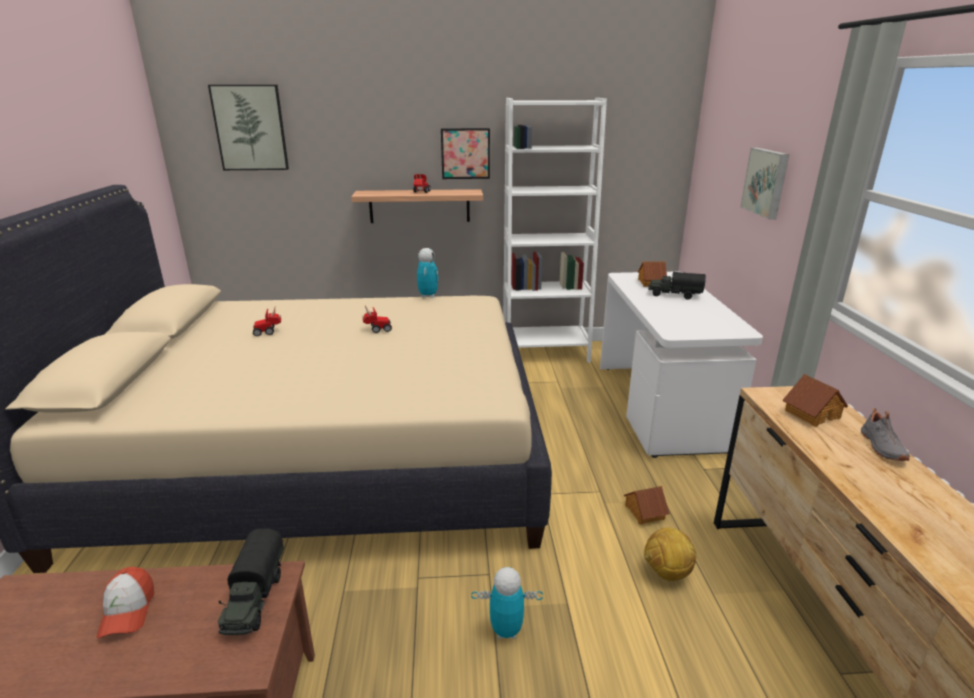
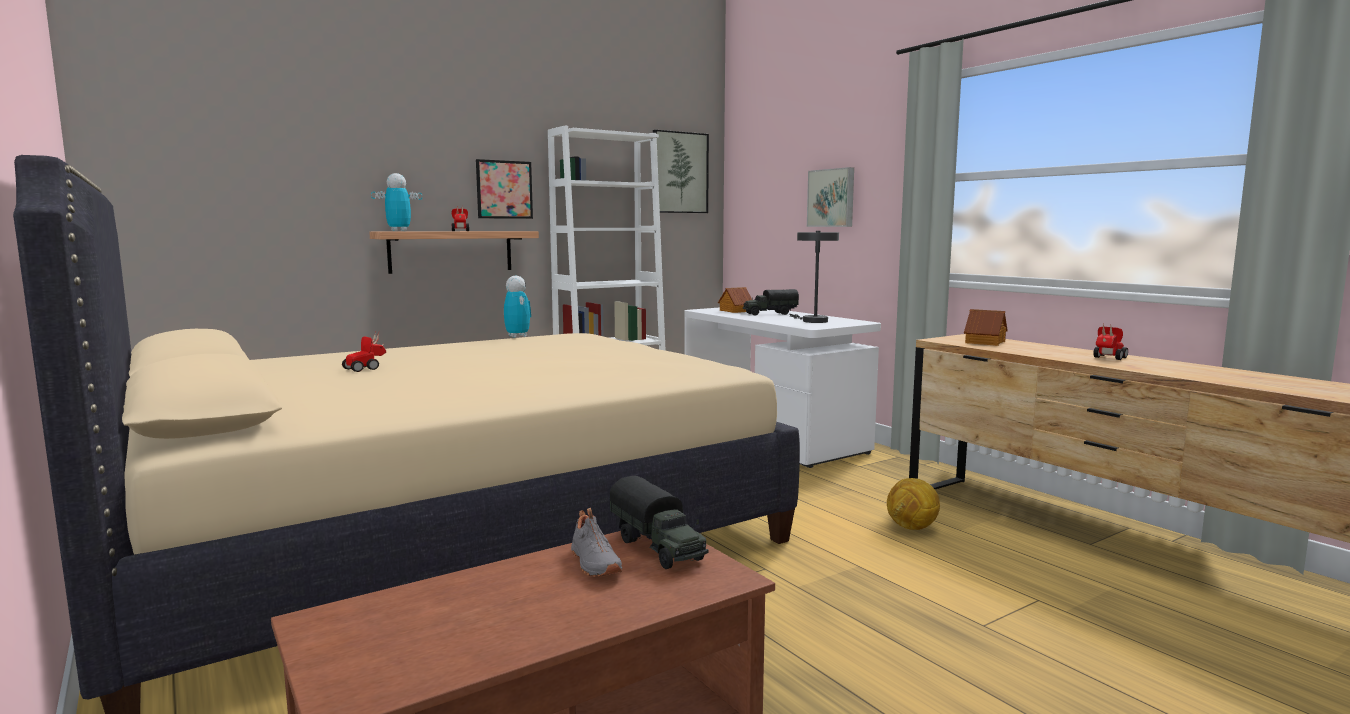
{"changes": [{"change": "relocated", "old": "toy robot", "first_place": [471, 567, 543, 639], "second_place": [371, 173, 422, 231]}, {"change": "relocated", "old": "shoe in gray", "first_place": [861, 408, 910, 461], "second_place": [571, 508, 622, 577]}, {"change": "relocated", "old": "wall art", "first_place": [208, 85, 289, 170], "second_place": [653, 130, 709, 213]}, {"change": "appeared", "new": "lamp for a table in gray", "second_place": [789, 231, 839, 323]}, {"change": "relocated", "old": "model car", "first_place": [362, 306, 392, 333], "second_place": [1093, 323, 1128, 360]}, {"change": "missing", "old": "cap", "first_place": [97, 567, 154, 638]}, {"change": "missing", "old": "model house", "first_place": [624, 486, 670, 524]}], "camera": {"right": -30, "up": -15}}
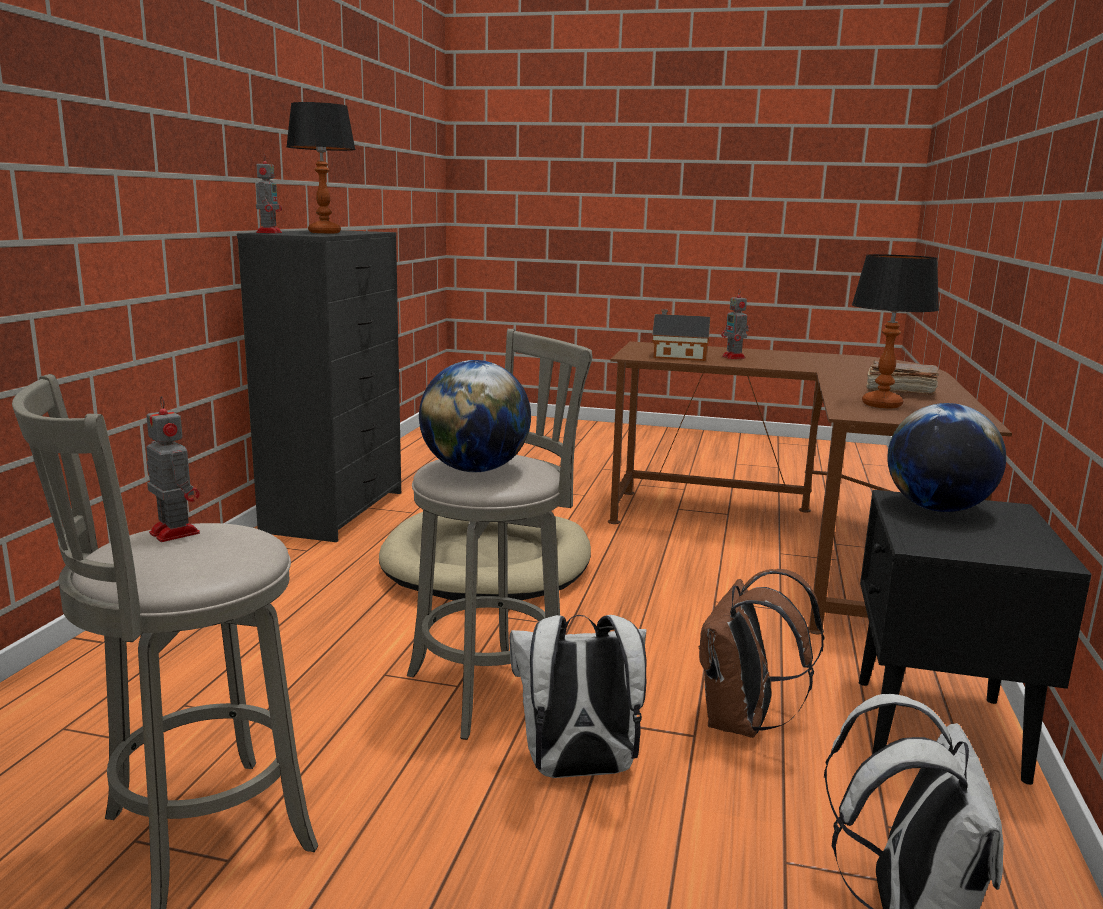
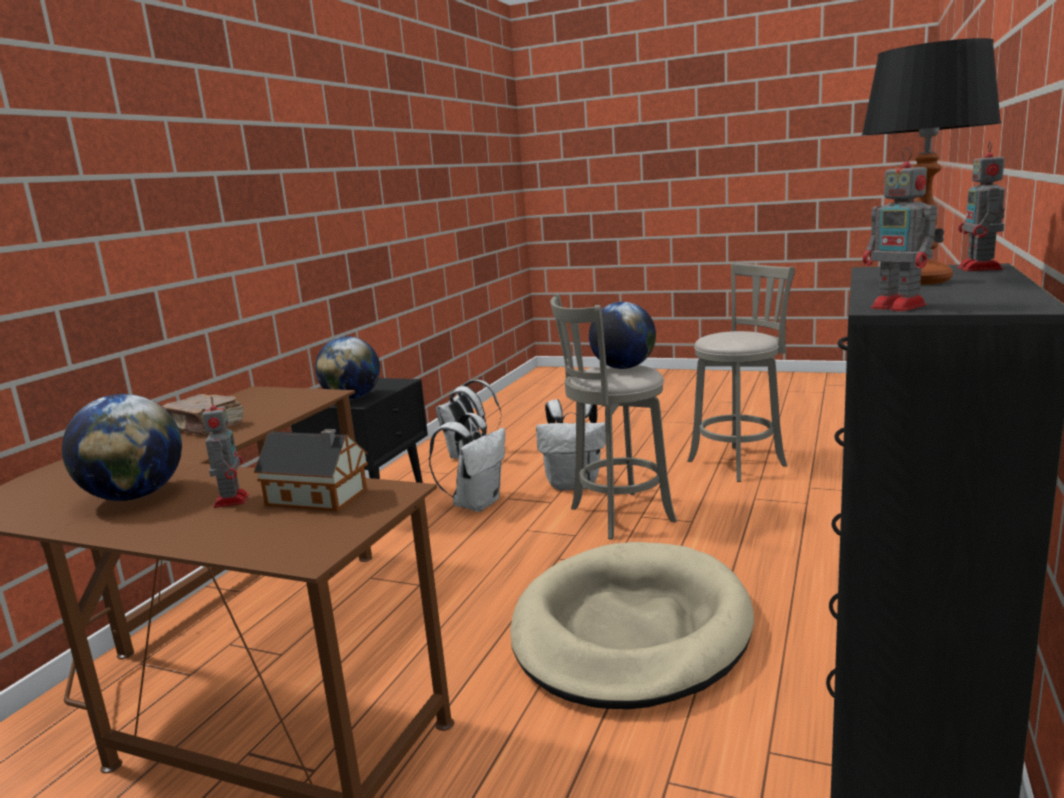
{"changes": [{"change": "appeared", "new": "globe", "second_place": [62, 394, 182, 501]}, {"change": "colour", "old": "backpack in brown", "new": "backpack in whitish", "first_place": [699, 569, 824, 738], "second_place": [429, 413, 505, 512]}, {"change": "relocated", "old": "toy robot", "first_place": [146, 396, 200, 542], "second_place": [863, 147, 944, 312]}, {"change": "missing", "old": "lamp for a table", "first_place": [852, 254, 939, 408]}], "camera": {"right": -170, "up": 0}}
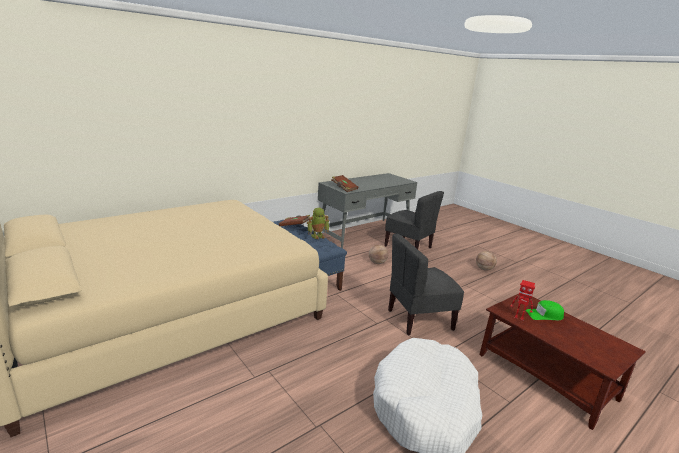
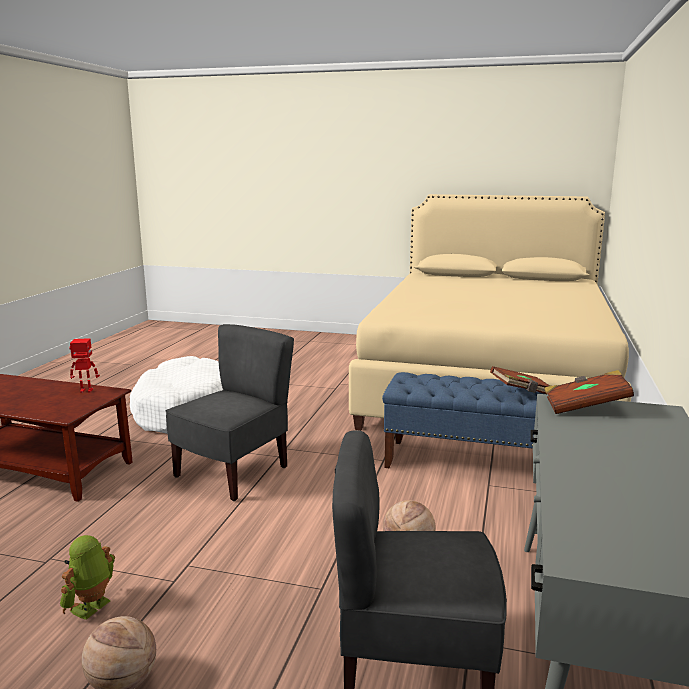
{"changes": [{"change": "relocated", "old": "toy robot", "first_place": [307, 208, 329, 240], "second_place": [60, 535, 115, 620]}, {"change": "missing", "old": "cap in greenish", "first_place": [525, 300, 564, 320]}], "camera": {"right": 145, "up": -5}}
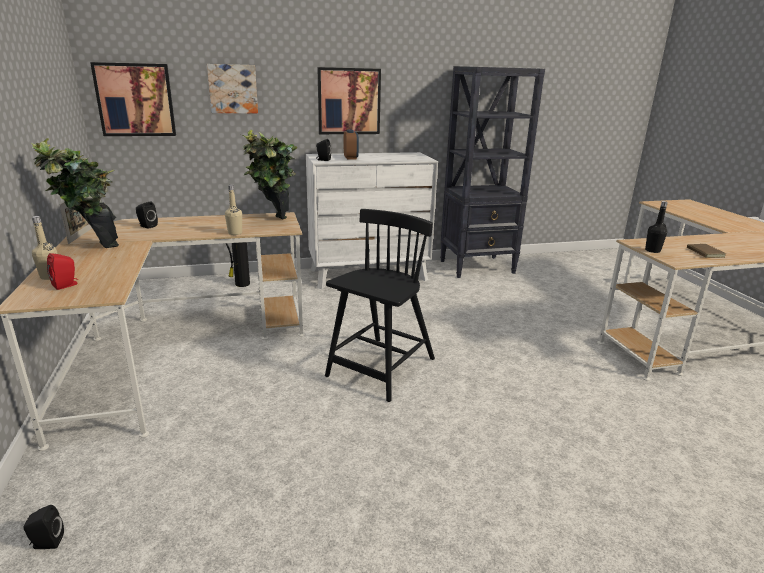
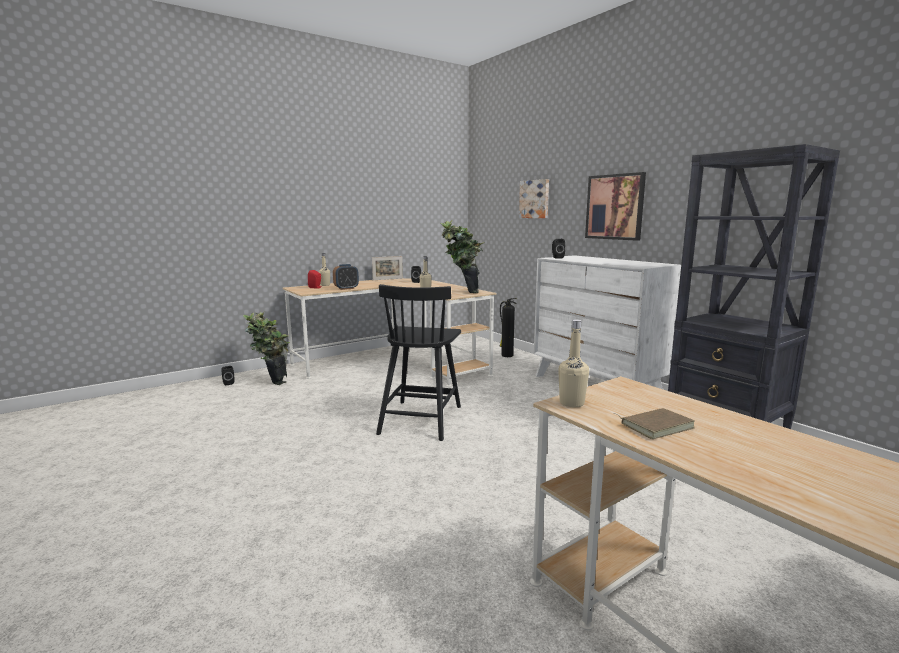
{"changes": [{"change": "relocated", "old": "plant in a pot", "first_place": [31, 138, 119, 248], "second_place": [243, 311, 290, 385]}, {"change": "relocated", "old": "alarm clock", "first_place": [344, 129, 359, 159], "second_place": [333, 264, 359, 290]}, {"change": "spun", "old": "upright chair in blackish", "first_place": [325, 209, 435, 402], "second_place": [376, 284, 461, 441], "degrees": 90}, {"change": "appeared", "new": "drink bottle in beige", "second_place": [558, 319, 589, 407]}, {"change": "missing", "old": "wall art", "first_place": [90, 62, 176, 136]}, {"change": "missing", "old": "drink bottle in blackish", "first_place": [645, 201, 668, 253]}], "camera": {"right": 70, "up": -10}}
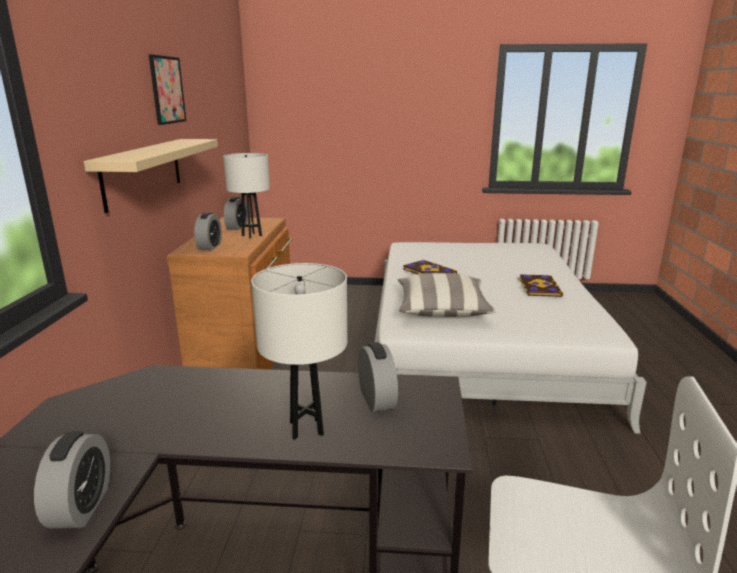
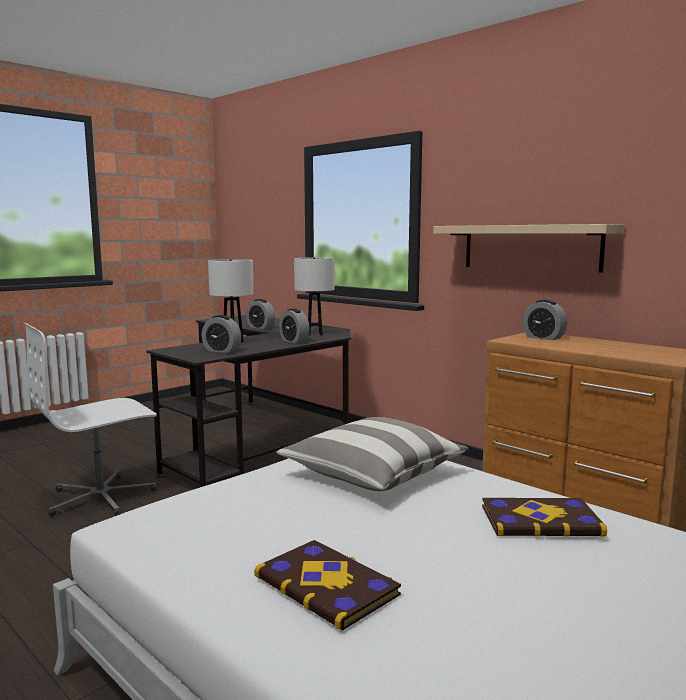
{"changes": [{"change": "relocated", "old": "alarm clock", "first_place": [224, 197, 248, 230], "second_place": [279, 308, 310, 343]}, {"change": "relocated", "old": "lamp for a table in whitish", "first_place": [223, 153, 270, 238], "second_place": [294, 258, 335, 335]}, {"change": "missing", "old": "wall art", "first_place": [149, 54, 186, 125]}], "camera": {"right": 130, "up": -10}}
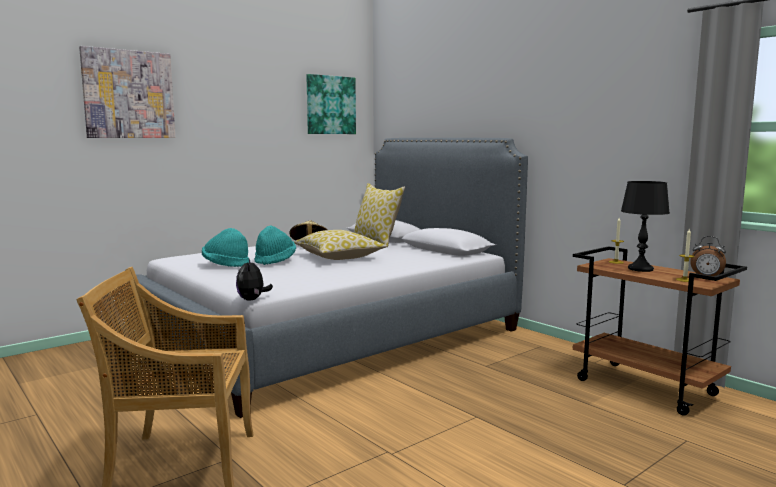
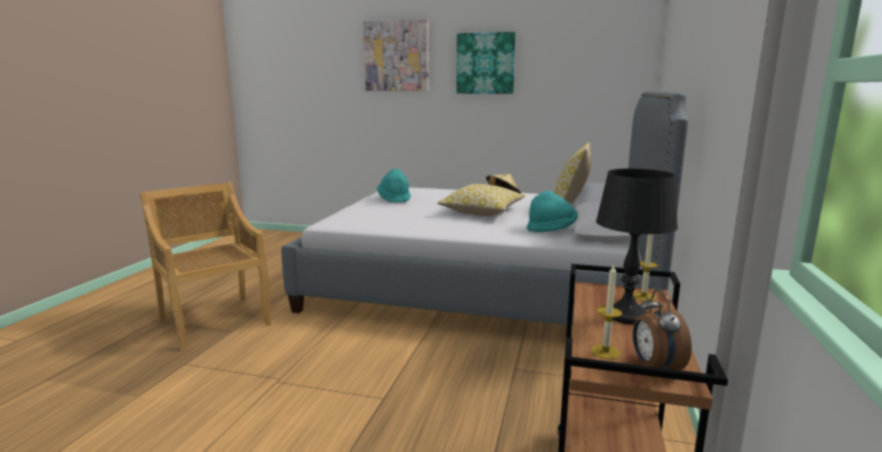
{"changes": [{"change": "relocated", "old": "wall art", "first_place": [306, 74, 356, 134], "second_place": [456, 32, 516, 94]}, {"change": "relocated", "old": "clothing hat in turquoise", "first_place": [254, 226, 296, 265], "second_place": [527, 191, 578, 232]}, {"change": "missing", "old": "cuddly toy", "first_place": [236, 259, 273, 301]}], "camera": {"right": 55, "up": 5}}
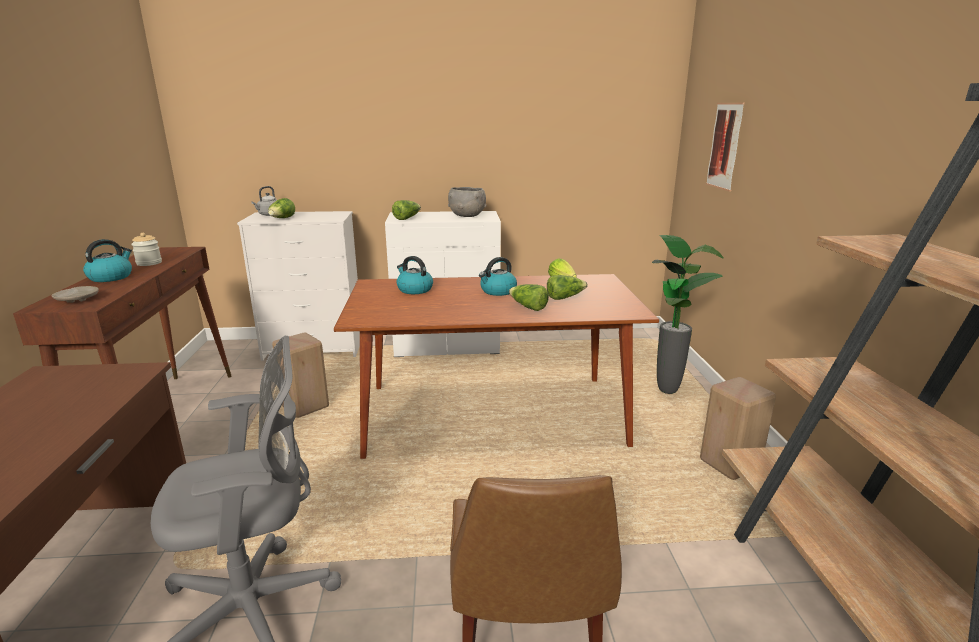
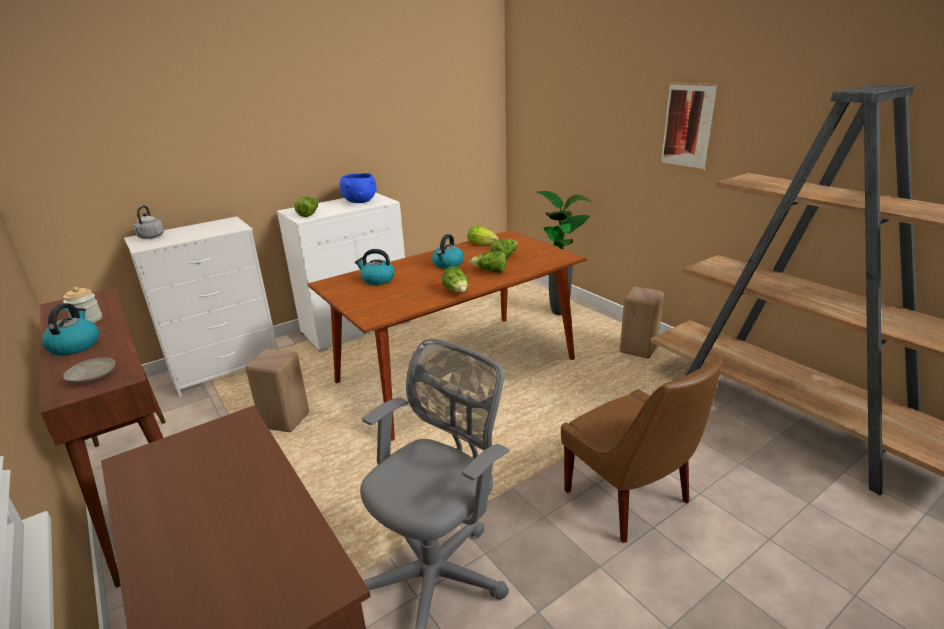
{"changes": [{"change": "colour", "old": "deep dish in gray", "new": "deep dish in blue-coloured", "first_place": [448, 187, 486, 217], "second_place": [340, 173, 377, 203]}, {"change": "relocated", "old": "head of lettuce", "first_place": [268, 198, 295, 218], "second_place": [442, 266, 468, 292]}, {"change": "relocated", "old": "wall art", "first_place": [706, 103, 745, 192], "second_place": [661, 83, 717, 170]}], "camera": {"right": -30, "up": 5}}
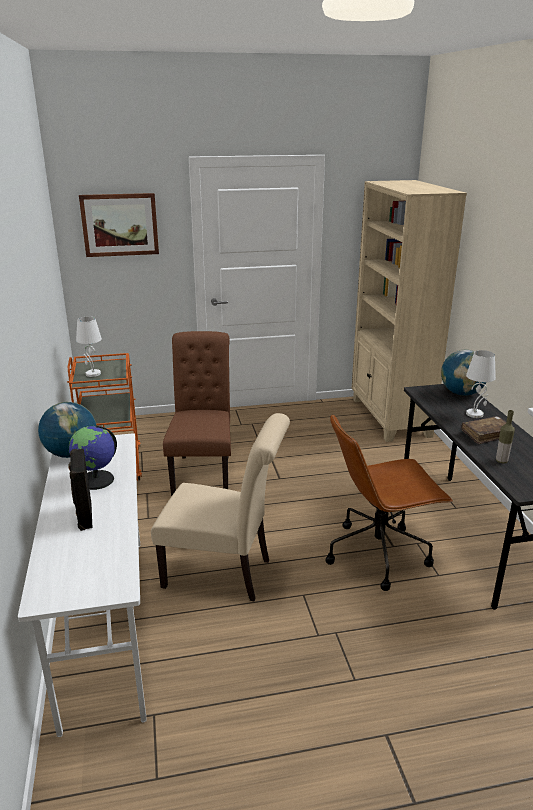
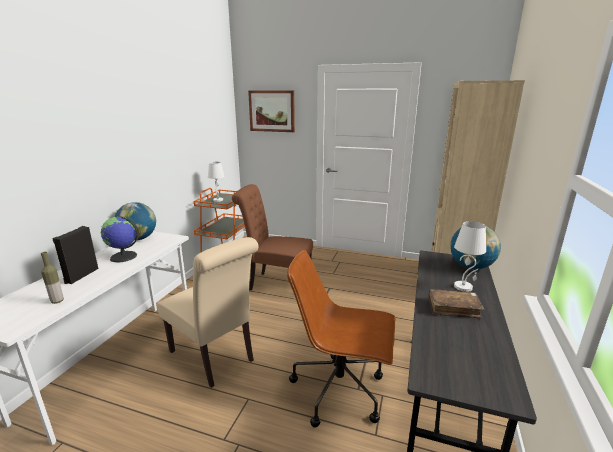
{"changes": [{"change": "relocated", "old": "drink bottle", "first_place": [496, 410, 515, 464], "second_place": [41, 252, 64, 304]}, {"change": "spun", "old": "upright chair in brown", "first_place": [163, 331, 231, 496], "second_place": [232, 184, 313, 290], "degrees": -105}], "camera": {"right": 30, "up": -5}}
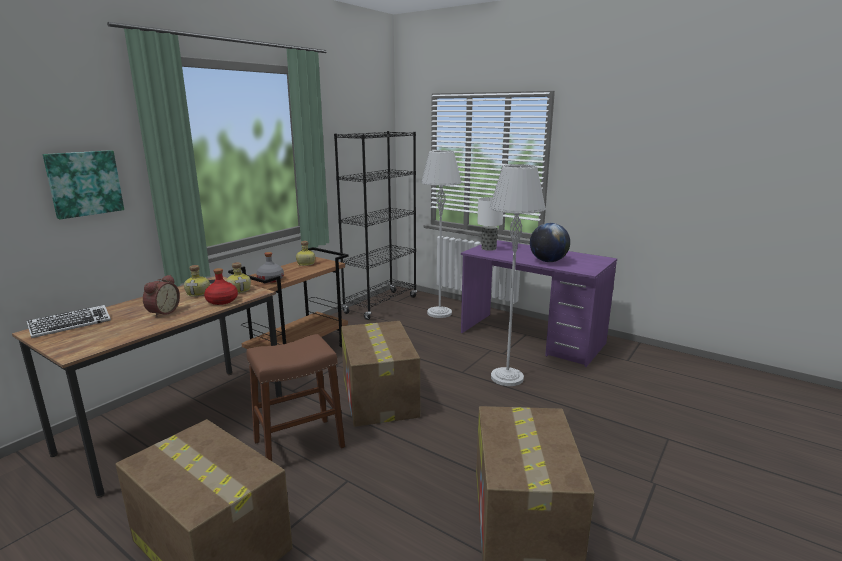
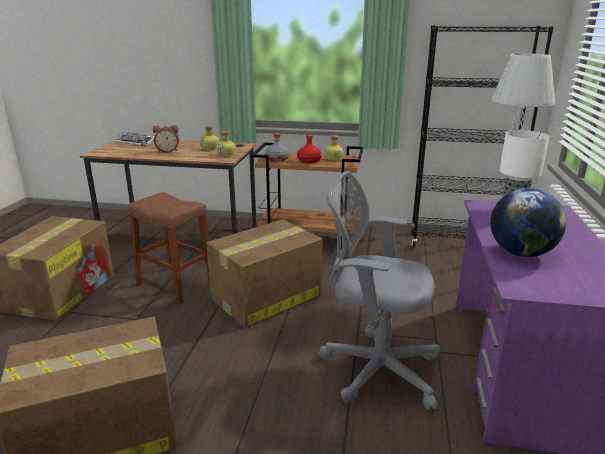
{"changes": [{"change": "relocated", "old": "drink bottle in reddish", "first_place": [204, 268, 238, 305], "second_place": [297, 135, 322, 164]}, {"change": "exchanged", "old": "standard lamp in gray", "new": "office chair in gray", "first_place": [490, 164, 546, 386], "second_place": [319, 171, 440, 410]}, {"change": "missing", "old": "wall art", "first_place": [43, 150, 124, 219]}], "camera": {"right": 65, "up": 5}}
